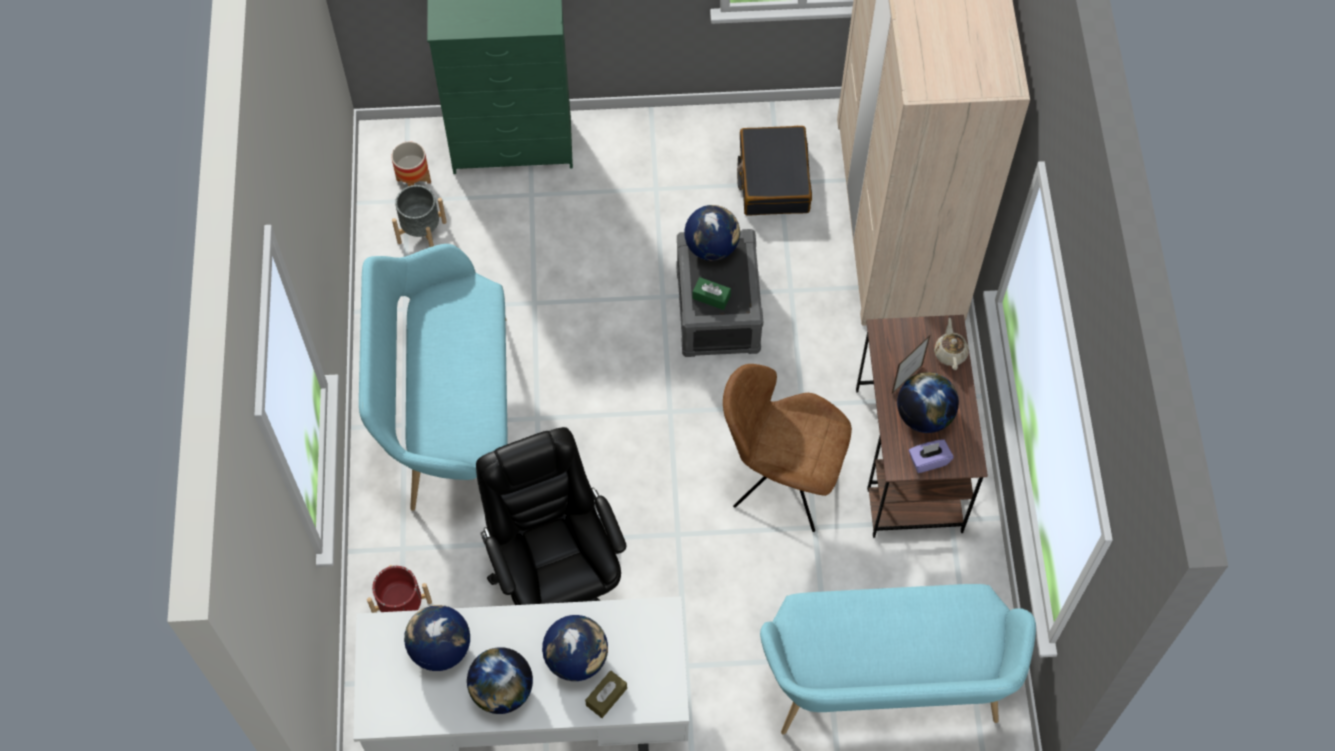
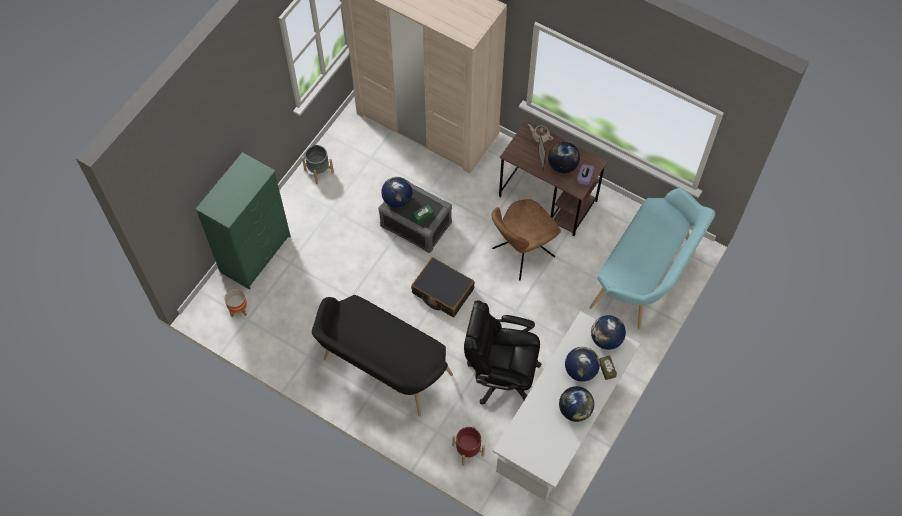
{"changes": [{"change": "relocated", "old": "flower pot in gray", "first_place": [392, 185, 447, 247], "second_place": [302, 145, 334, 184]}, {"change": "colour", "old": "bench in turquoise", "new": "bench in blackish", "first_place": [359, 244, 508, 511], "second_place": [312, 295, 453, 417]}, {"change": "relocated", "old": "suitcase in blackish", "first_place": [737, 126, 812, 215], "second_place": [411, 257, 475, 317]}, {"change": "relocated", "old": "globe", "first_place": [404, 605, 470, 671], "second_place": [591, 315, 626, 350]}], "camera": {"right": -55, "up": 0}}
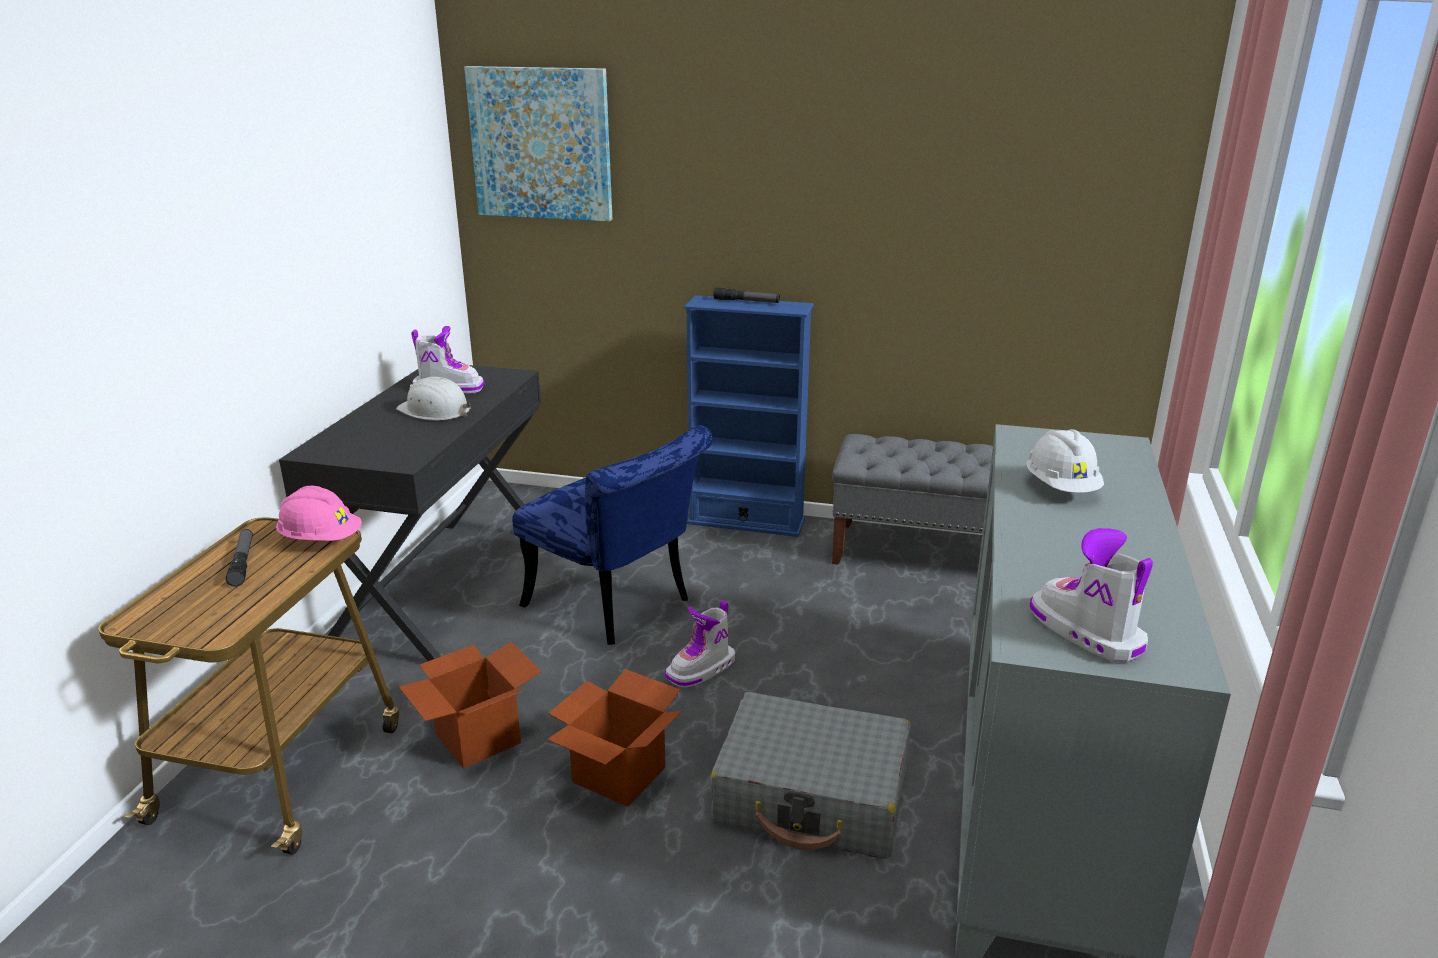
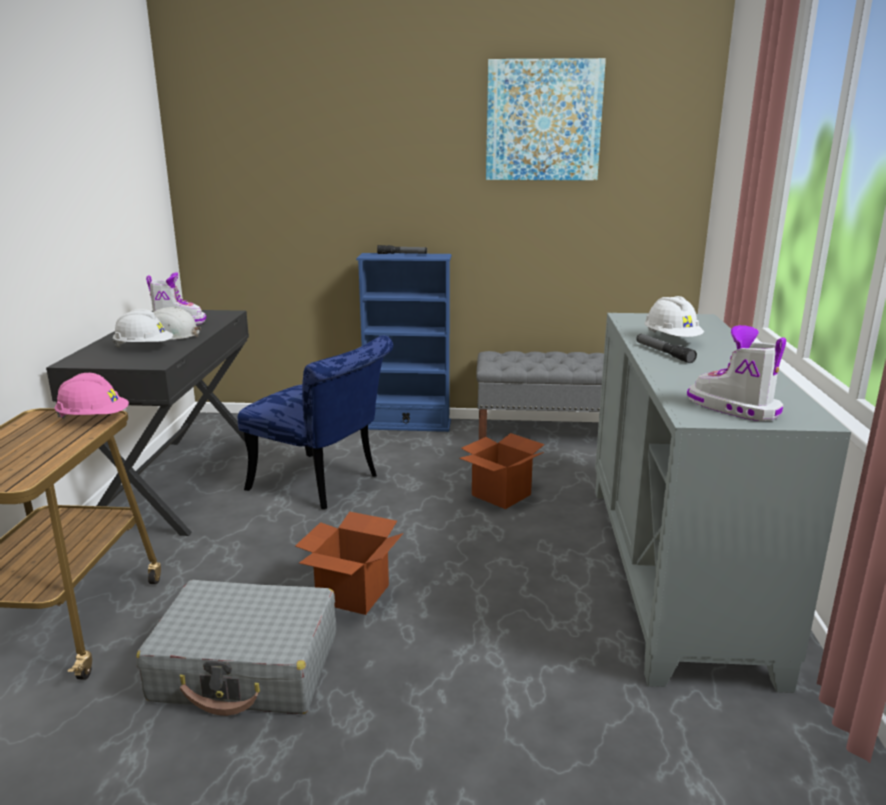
{"changes": [{"change": "appeared", "new": "hard hat in whitish", "second_place": [113, 309, 173, 348]}, {"change": "relocated", "old": "suitcase in gray", "first_place": [710, 692, 911, 859], "second_place": [136, 580, 336, 716]}, {"change": "relocated", "old": "cardboard box", "first_place": [398, 642, 542, 769], "second_place": [459, 433, 545, 509]}, {"change": "relocated", "old": "wall art", "first_place": [464, 66, 613, 222], "second_place": [486, 58, 606, 180]}, {"change": "relocated", "old": "flashlight", "first_place": [226, 529, 253, 586], "second_place": [636, 334, 697, 363]}, {"change": "missing", "old": "high-top boot", "first_place": [665, 600, 735, 687]}], "camera": {"right": -10, "up": -5}}
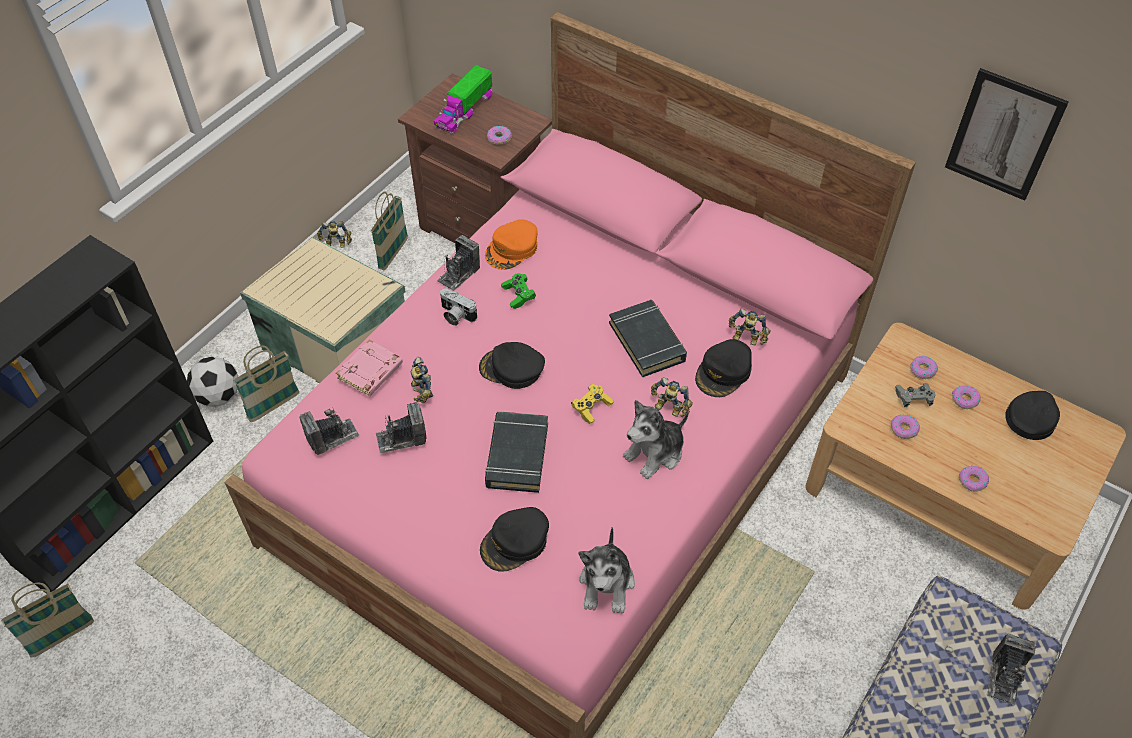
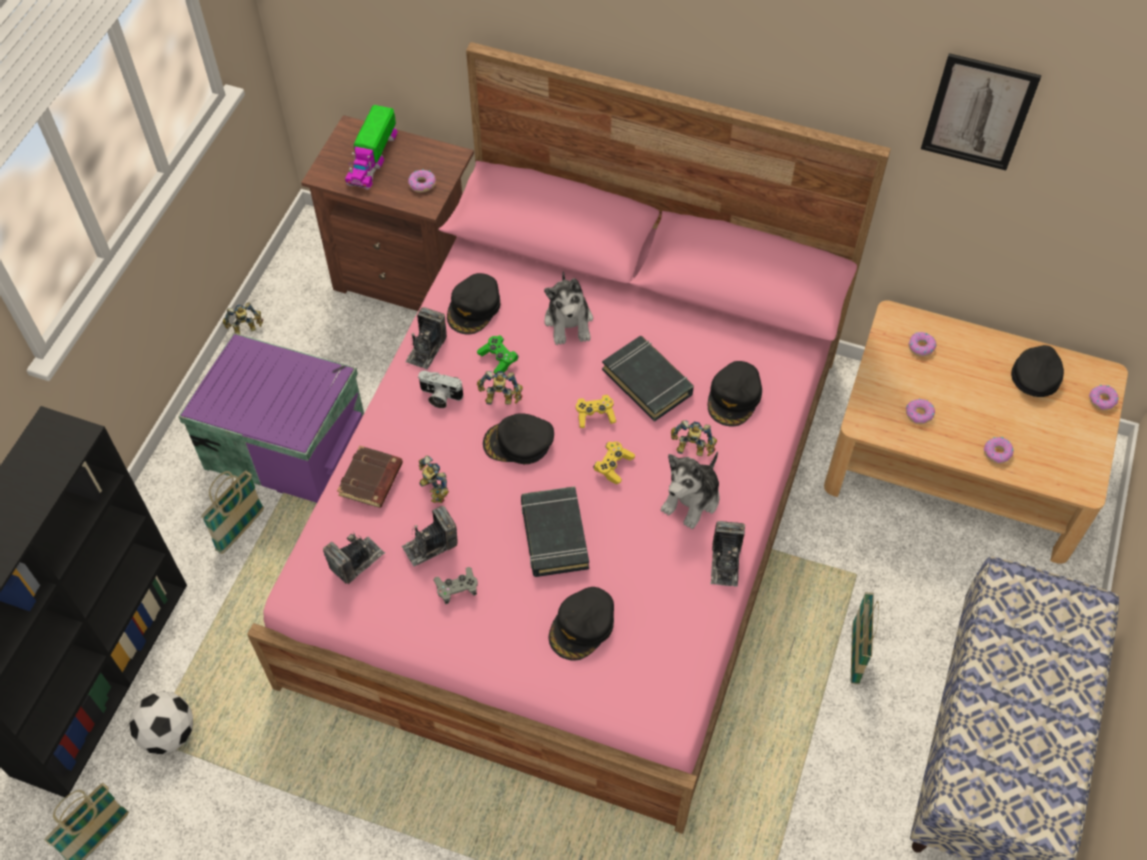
{"changes": [{"change": "relocated", "old": "ball for football", "first_place": [187, 356, 238, 407], "second_place": [129, 691, 193, 754]}, {"change": "colour", "old": "storage container in beige", "new": "storage container in purplish", "first_place": [240, 237, 405, 383], "second_place": [179, 333, 364, 503]}, {"change": "colour", "old": "volume in pink-coloured", "new": "volume in brown", "first_place": [336, 340, 403, 396], "second_place": [337, 446, 403, 508]}, {"change": "relocated", "old": "joypad in gray", "first_place": [895, 383, 936, 407], "second_place": [433, 567, 478, 604]}, {"change": "colour", "old": "cap in orangey", "new": "cap in blackish", "first_place": [485, 219, 538, 270], "second_place": [447, 273, 500, 334]}, {"change": "relocated", "old": "toy robot", "first_place": [729, 309, 770, 346], "second_place": [477, 371, 523, 405]}, {"change": "relocated", "old": "cuddly toy", "first_place": [579, 527, 635, 613], "second_place": [544, 271, 593, 345]}, {"change": "appeared", "new": "joypad in yellow", "second_place": [576, 395, 616, 428]}, {"change": "relocated", "old": "photo camera", "first_place": [987, 634, 1037, 705], "second_place": [710, 521, 745, 587]}, {"change": "relocated", "old": "storage basket", "first_place": [371, 191, 408, 270], "second_place": [851, 592, 879, 684]}, {"change": "relocated", "old": "donut", "first_place": [952, 385, 981, 409], "second_place": [1089, 385, 1119, 410]}], "camera": {"right": -15, "up": 5}}
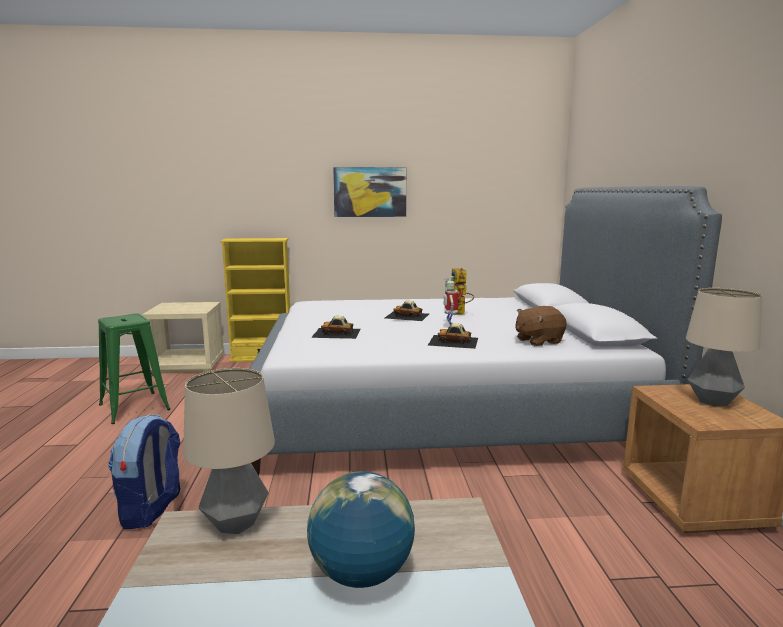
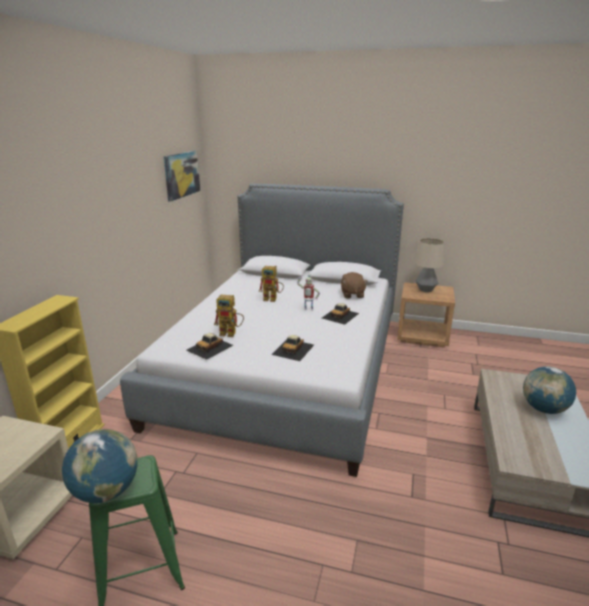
{"changes": [{"change": "appeared", "new": "globe", "second_place": [62, 429, 138, 503]}, {"change": "relocated", "old": "wall art", "first_place": [333, 167, 406, 217], "second_place": [164, 151, 200, 202]}, {"change": "relocated", "old": "model car", "first_place": [385, 301, 429, 321], "second_place": [186, 333, 233, 360]}, {"change": "appeared", "new": "toy robot", "second_place": [214, 295, 244, 337]}, {"change": "missing", "old": "backpack", "first_place": [108, 414, 181, 529]}, {"change": "missing", "old": "lamp for a table", "first_place": [183, 368, 275, 534]}], "camera": {"right": -70, "up": 10}}
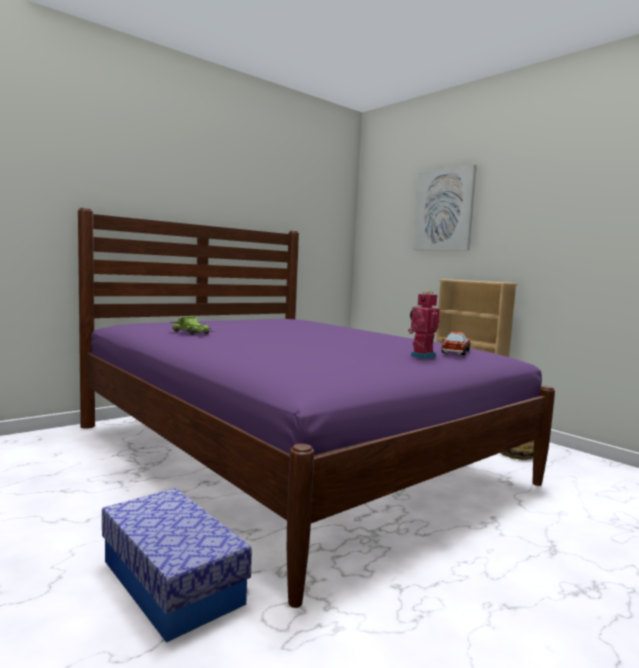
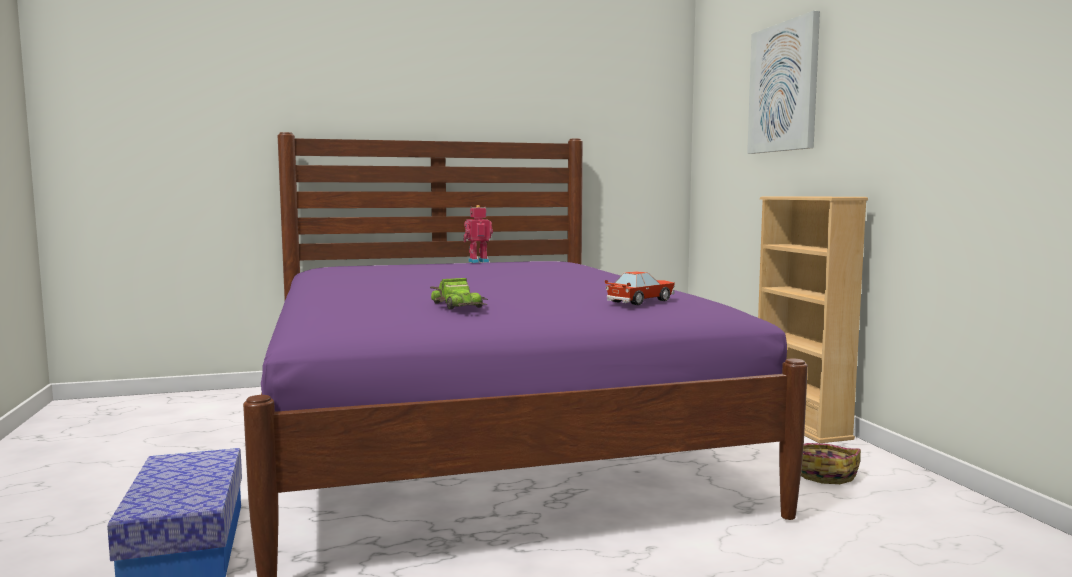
{"changes": [{"change": "relocated", "old": "model car", "first_place": [171, 316, 216, 335], "second_place": [430, 278, 488, 310]}, {"change": "relocated", "old": "toy robot", "first_place": [408, 291, 440, 359], "second_place": [463, 205, 493, 263]}], "camera": {"right": 25, "up": 0}}
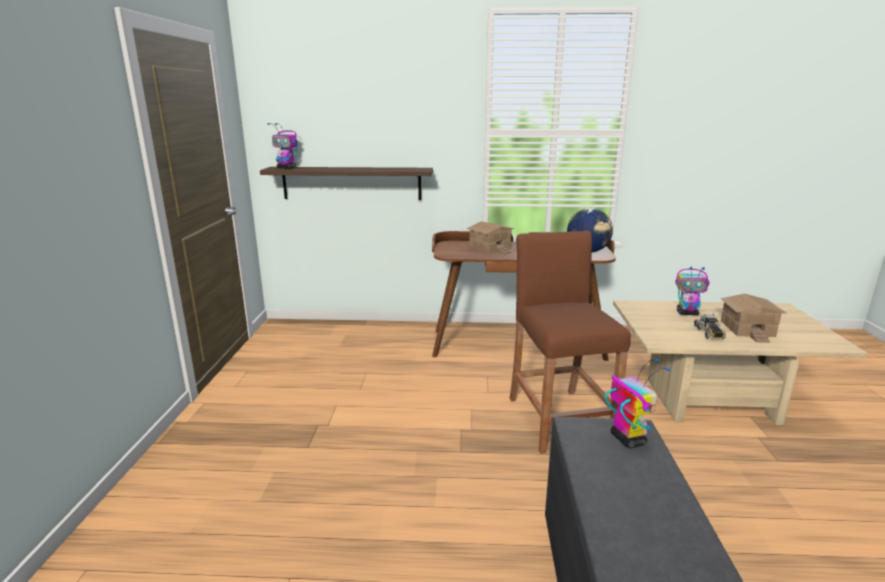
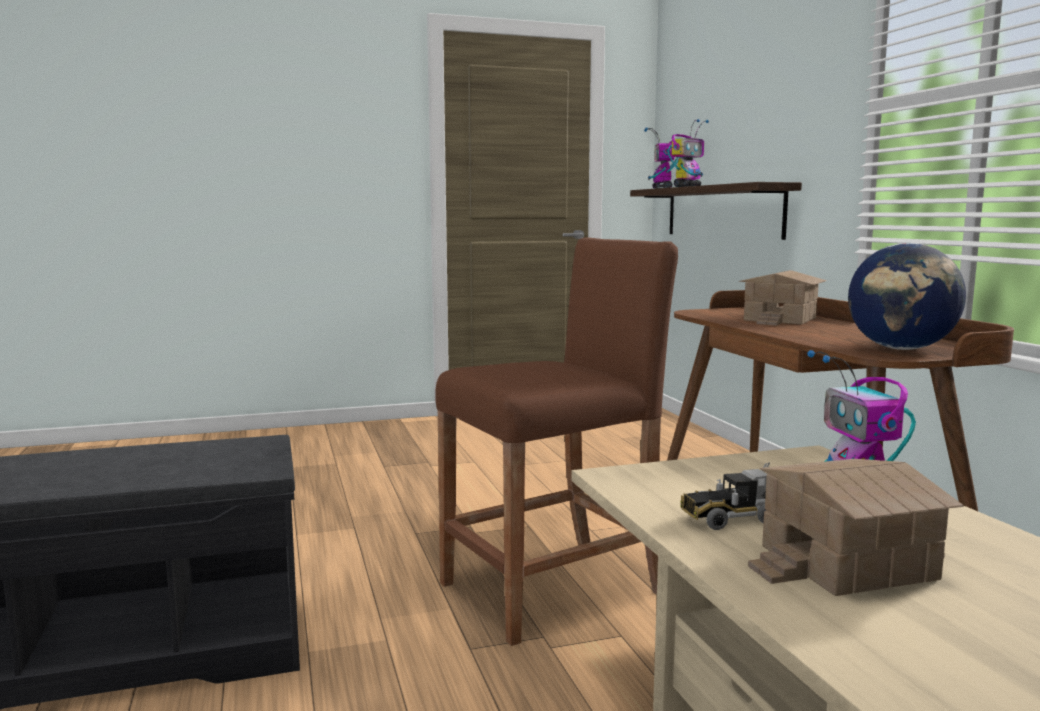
{"changes": [{"change": "relocated", "old": "toy robot", "first_place": [604, 359, 670, 448], "second_place": [668, 119, 709, 187]}], "camera": {"right": 70, "up": -10}}
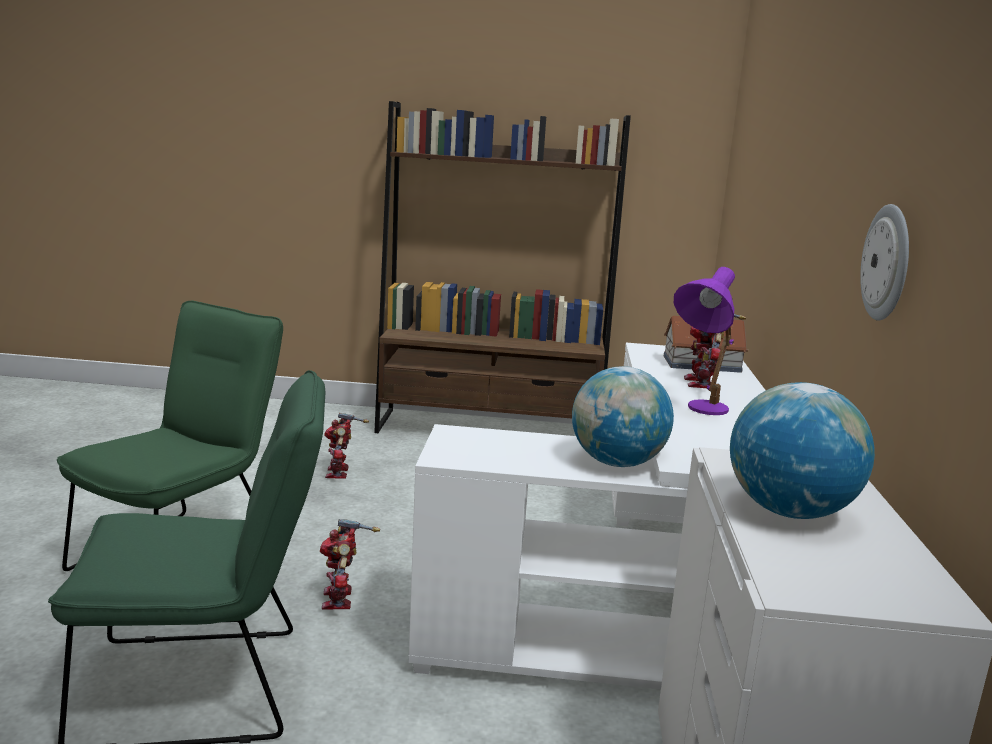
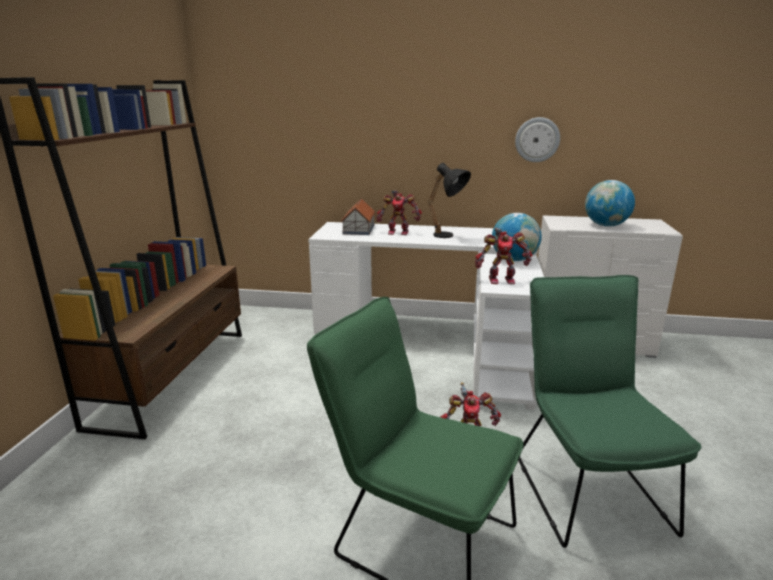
{"changes": [{"change": "colour", "old": "lamp for a table in purplish", "new": "lamp for a table in blackish", "first_place": [674, 267, 735, 415], "second_place": [428, 163, 471, 238]}, {"change": "relocated", "old": "toy robot", "first_place": [324, 413, 369, 479], "second_place": [475, 228, 533, 284]}], "camera": {"right": -85, "up": 5}}
